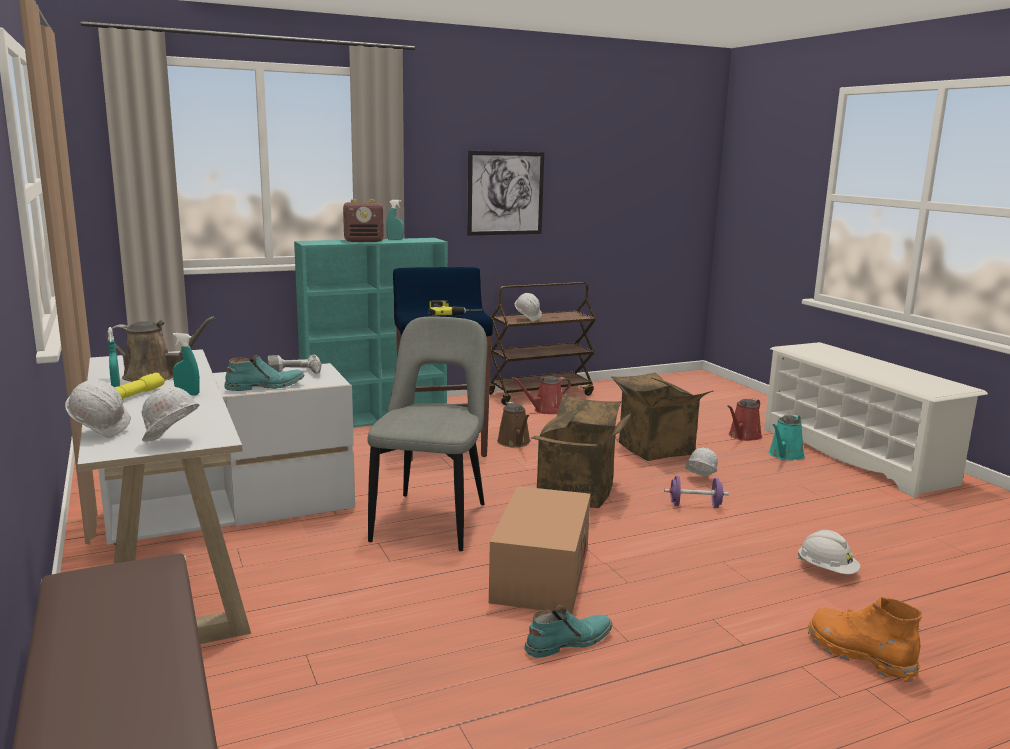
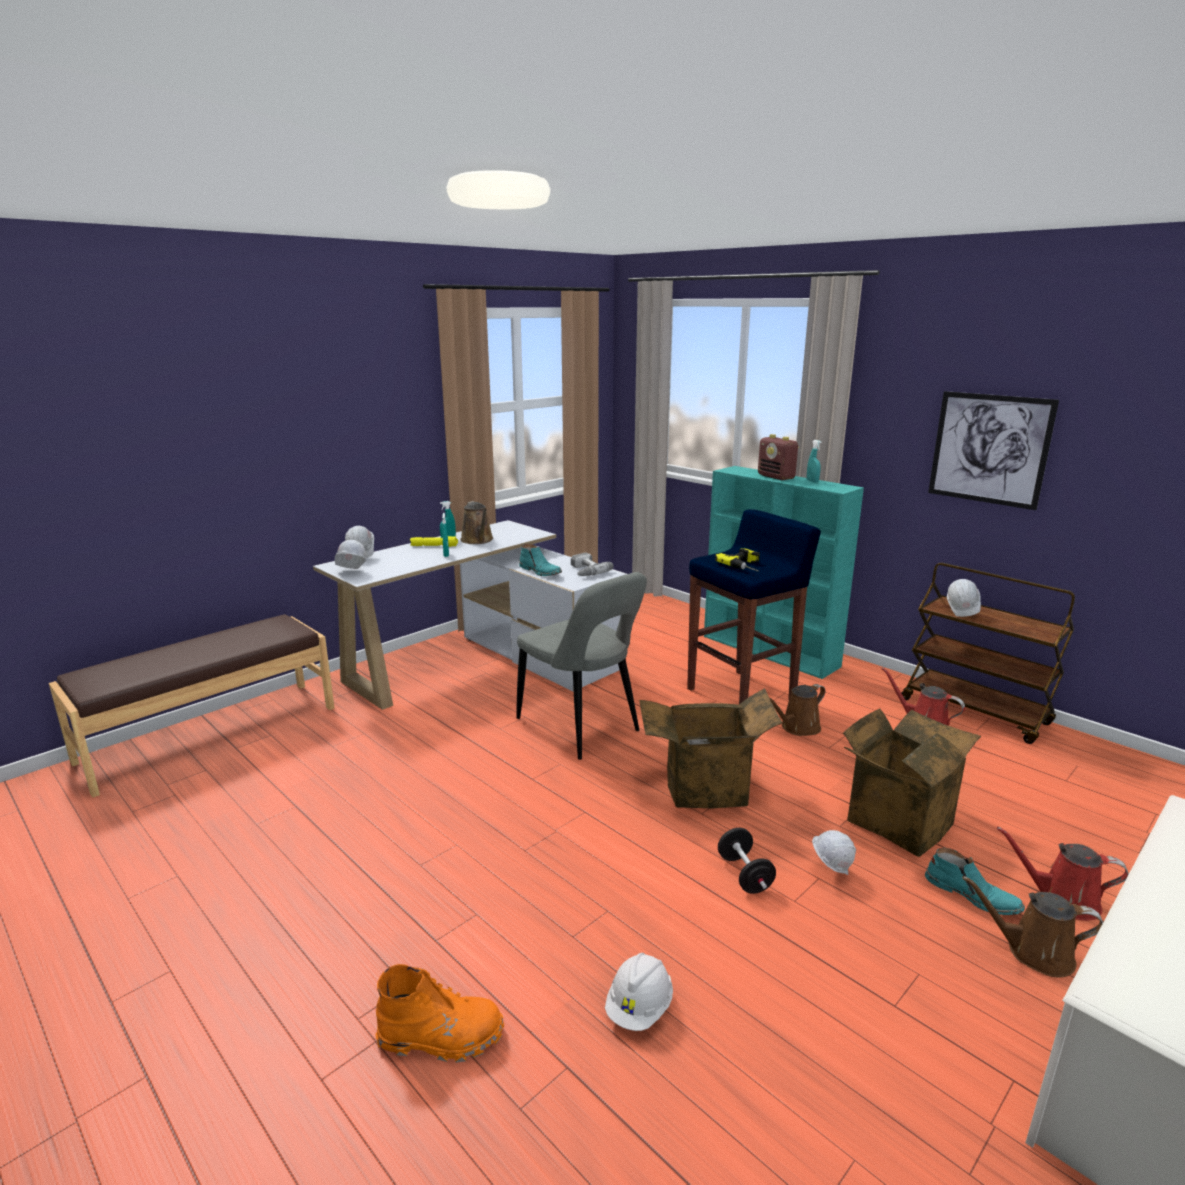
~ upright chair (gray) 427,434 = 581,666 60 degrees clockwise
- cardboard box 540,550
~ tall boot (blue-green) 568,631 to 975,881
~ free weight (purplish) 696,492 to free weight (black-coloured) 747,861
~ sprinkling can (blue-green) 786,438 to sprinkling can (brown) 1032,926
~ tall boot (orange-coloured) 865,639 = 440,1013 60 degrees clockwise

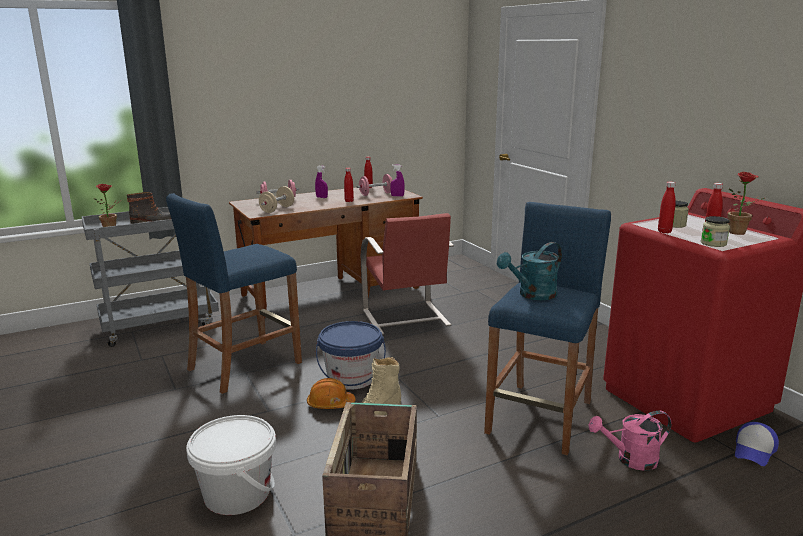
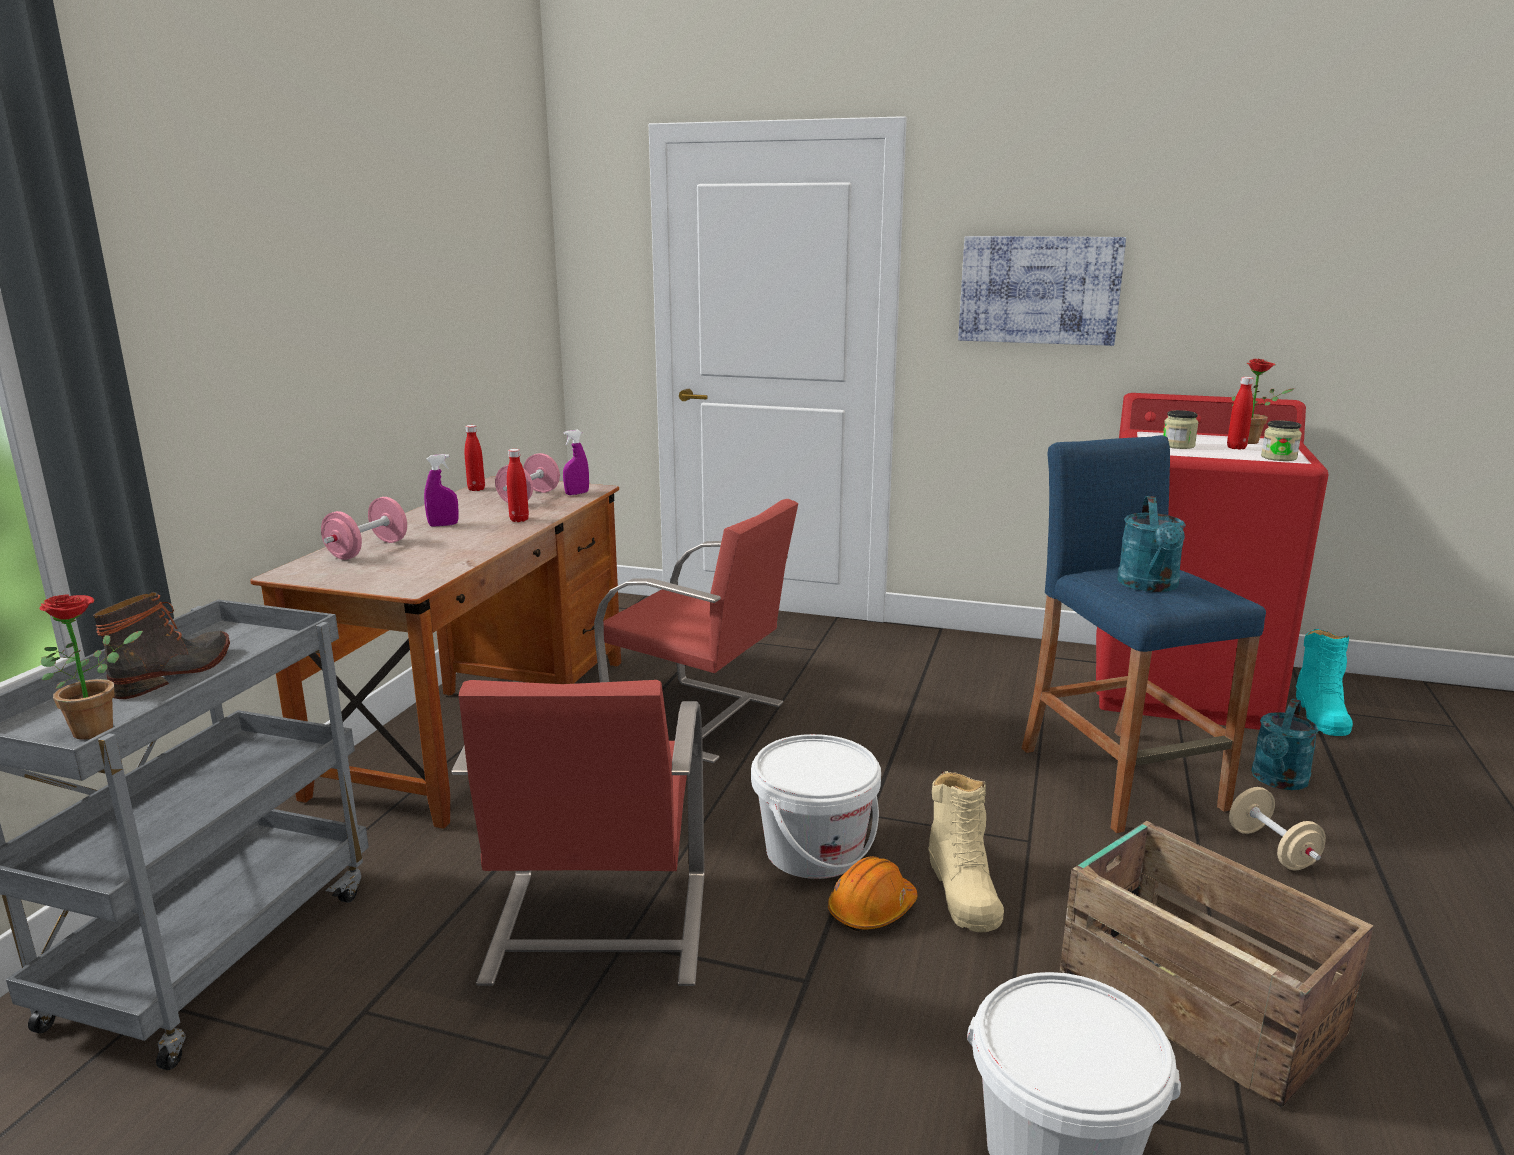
~ stool seat (blue) 234,293 to upright chair (red) 577,833
~ free weight (sand-coloured) 276,199 to 1277,828
~ bucket (blue) 351,355 to bucket (white-coloured) 816,806
~ sprinkling can (pink) 629,441 to sprinkling can (blue-green) 1285,744
- beverage bottle (red) 667,207
~ peaked cap 757,444 to tall boot (blue-green) 1324,682
+ wall picture 1042,291

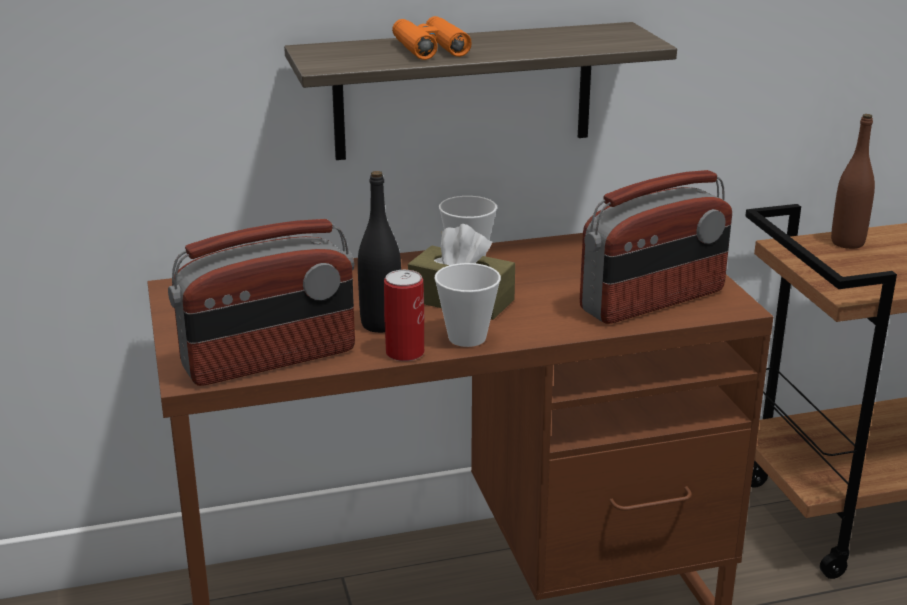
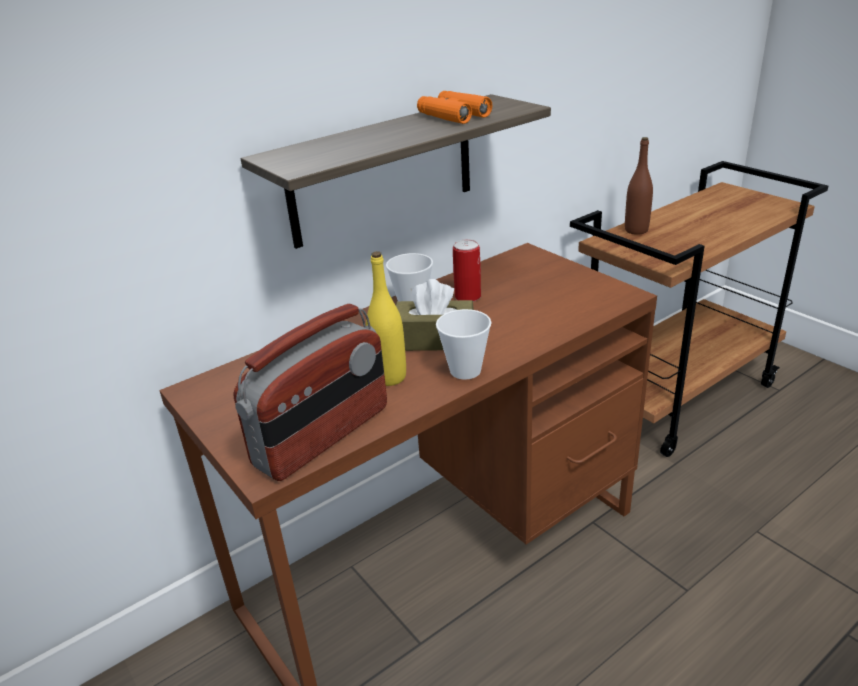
~ beverage bottle (black-coloured) 379,252 to beverage bottle (yellow) 386,318
~ sealed can 404,315 to 467,270
~ binoculars (orange-coloured) 432,38 to 454,107
- radio receiver 656,247

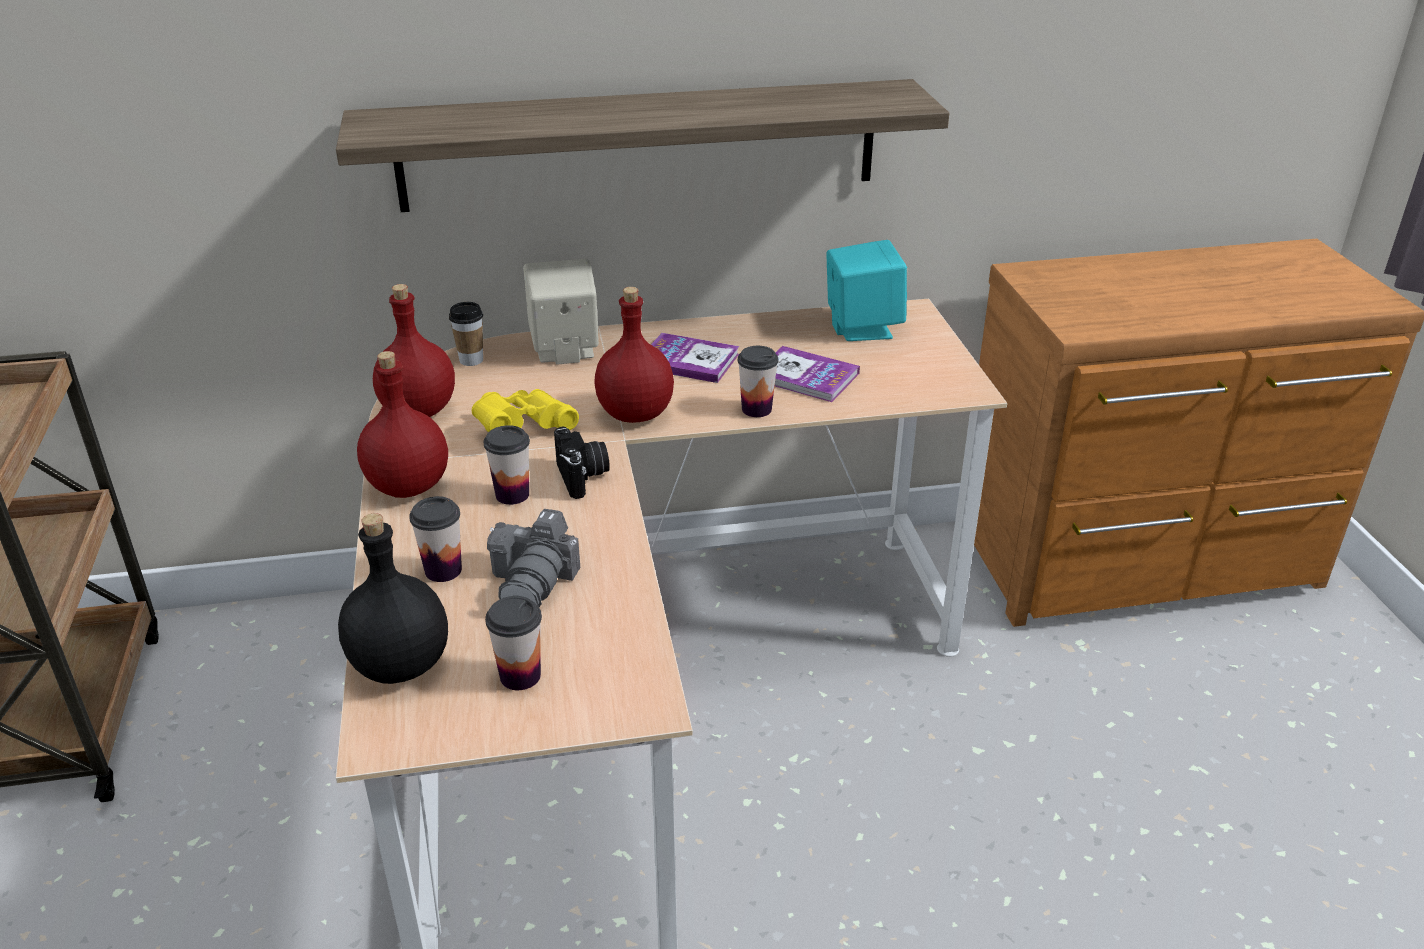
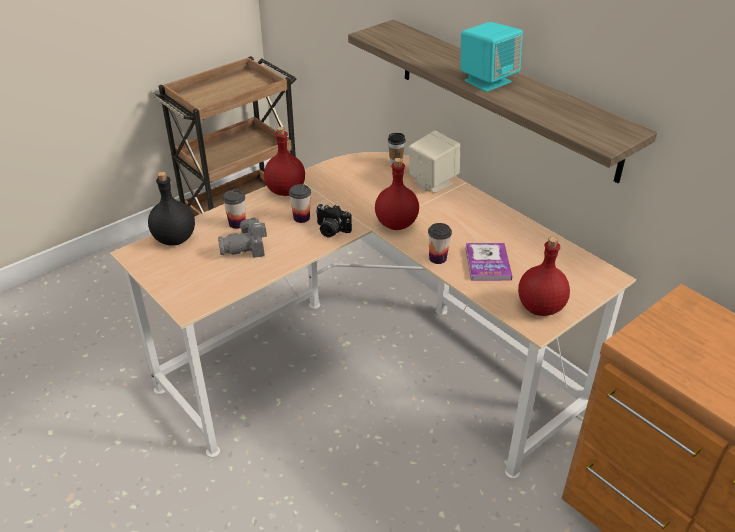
~ beverage bottle (red) 414,350 to 544,276
- binoculars (yellow) 525,410
- cup 513,643
~ photo camera 582,463 = 334,221 75 degrees clockwise
- volume 695,358
~ loudspeaker (blue-green) 866,290 to 491,57

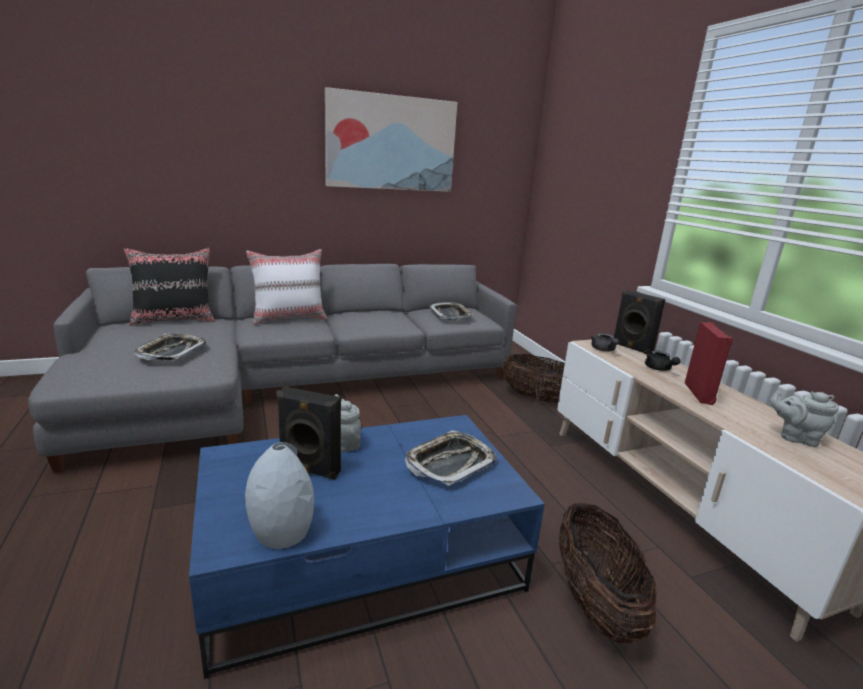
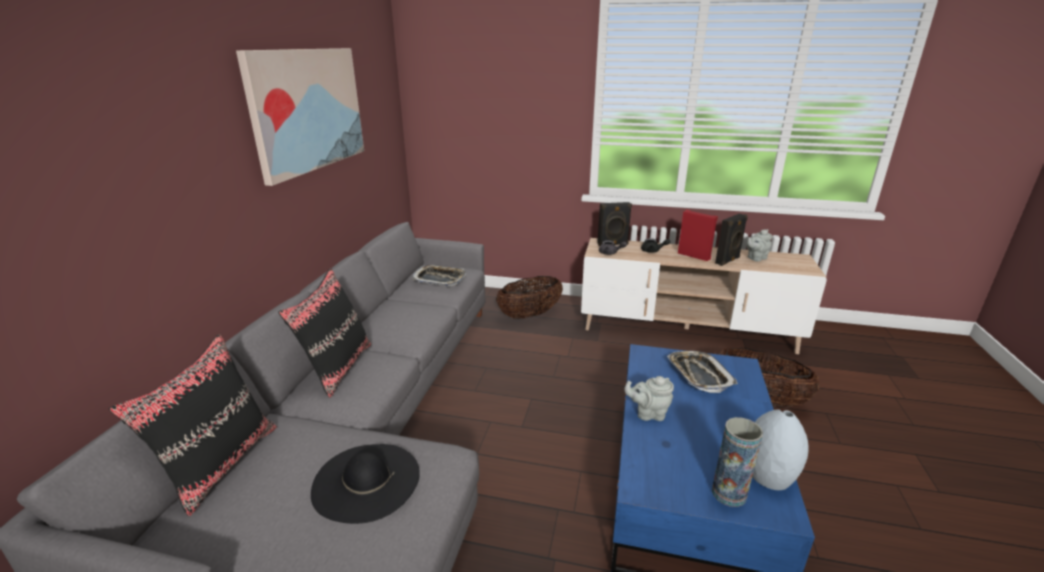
~ carrying tray 170,347 to wearable hat (black-coloured) 365,484
~ pillow (white-coloured) 287,287 to pillow (black-coloured) 324,333
~ loudspeaker (black-coloured) 308,433 to 731,240
+ vase 737,462

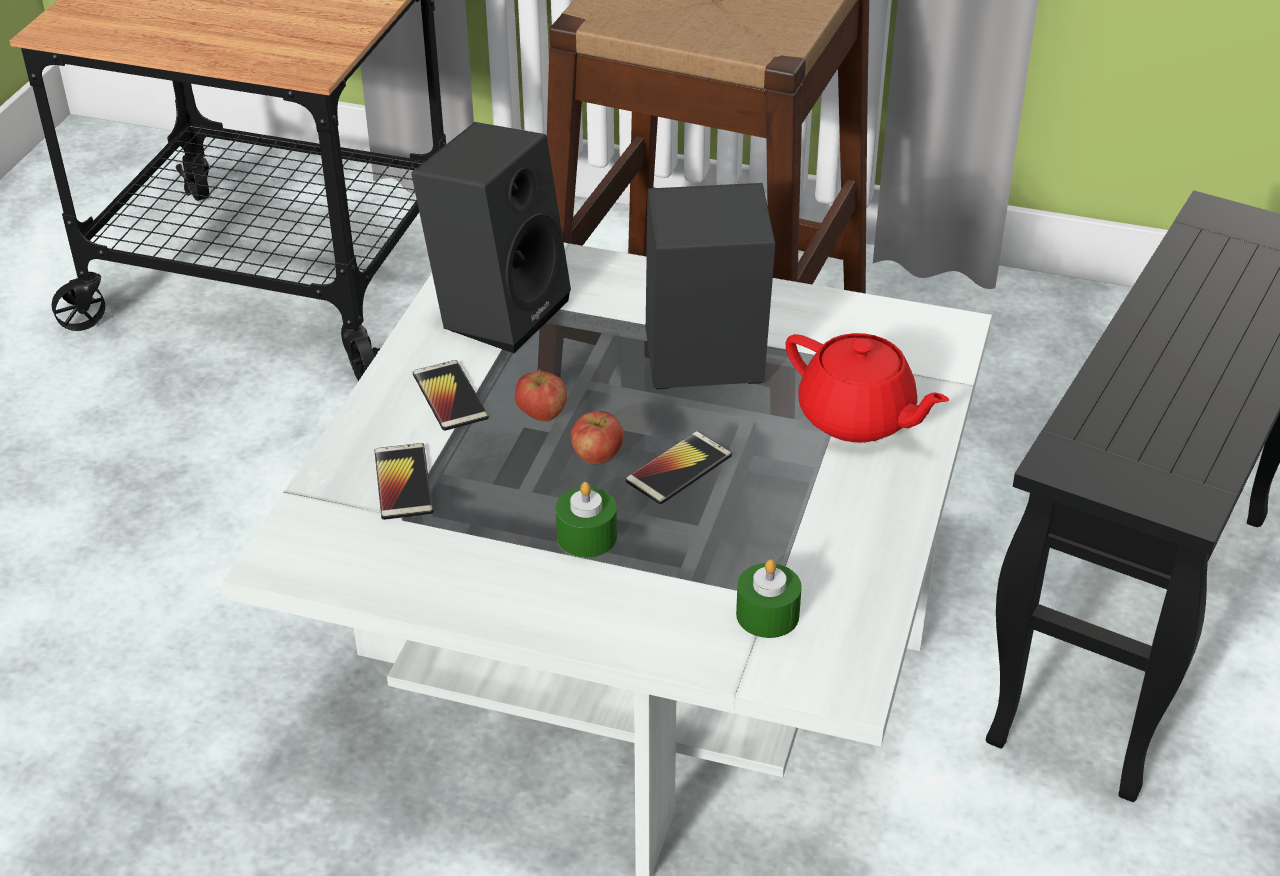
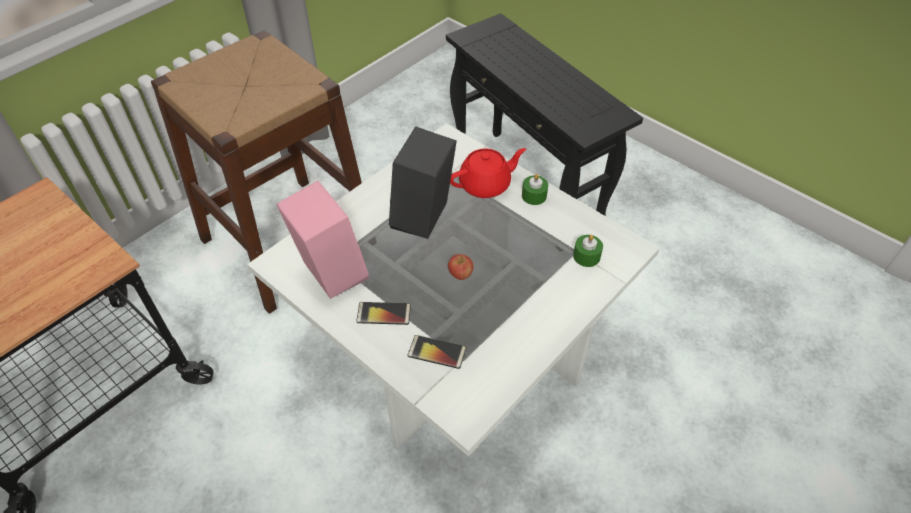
~ loudspeaker (black-coloured) 491,237 to loudspeaker (pink) 322,240
- apple 541,395
~ candle (green-coloured) 586,520 to 535,189
- handset 678,467

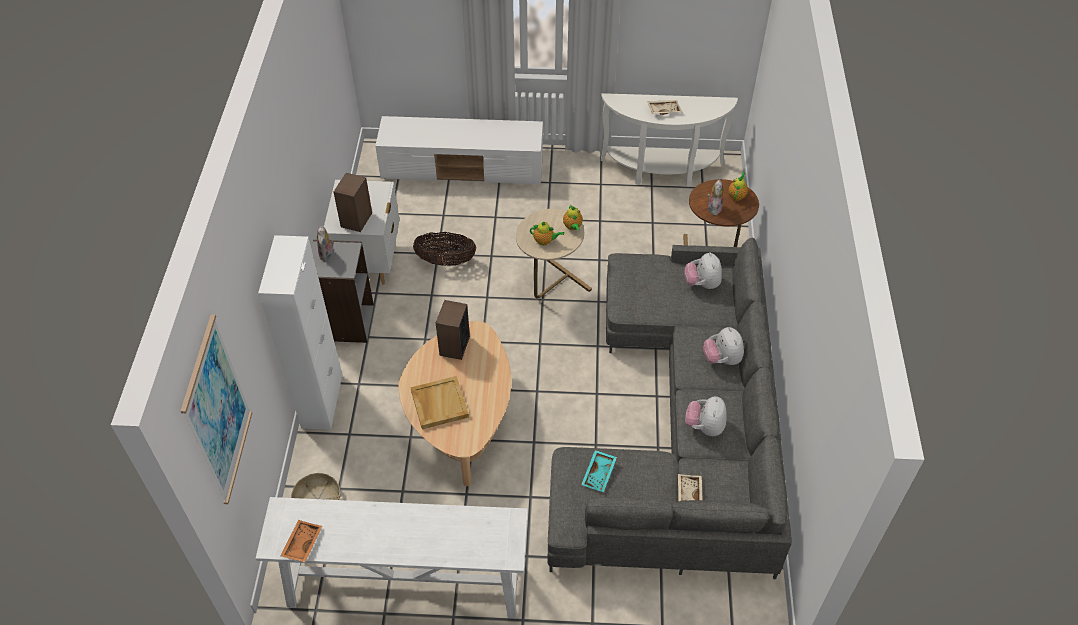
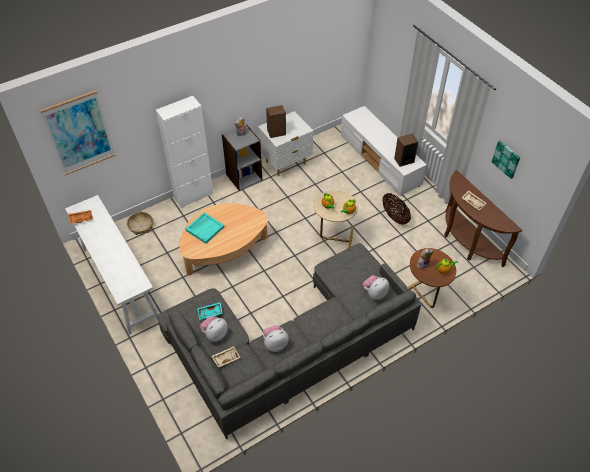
~ carrying tray (sand-coloured) 440,402 to carrying tray (blue-green) 204,228
~ basket 444,249 to 396,209
~ loudspeaker 453,330 to 406,150
~ console table (white-coloured) 669,139 to console table (brown) 483,218
~ plush toy 723,346 to 214,329
+ wall picture 506,160

